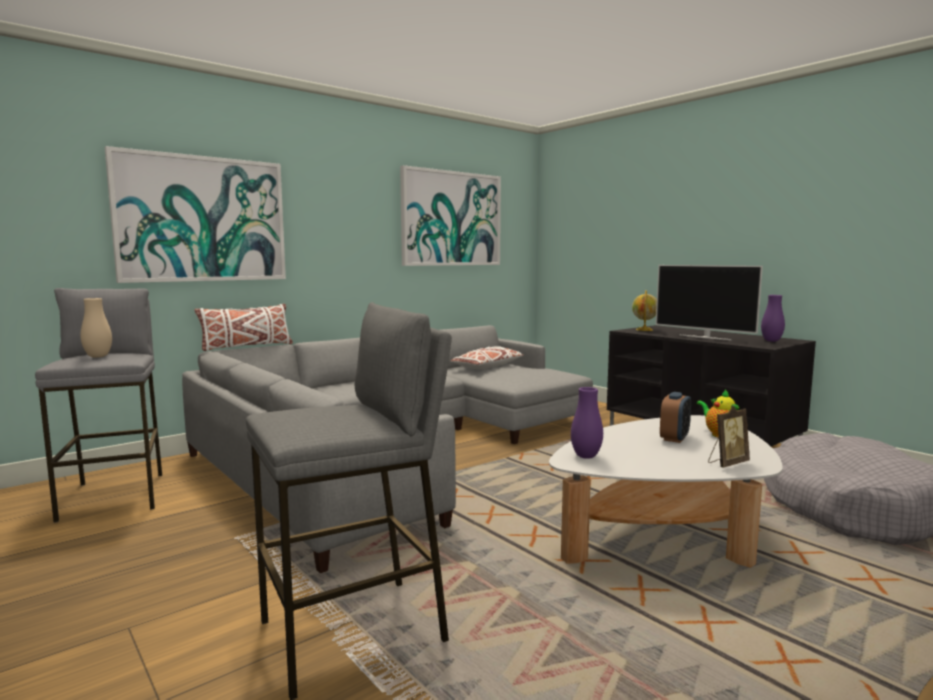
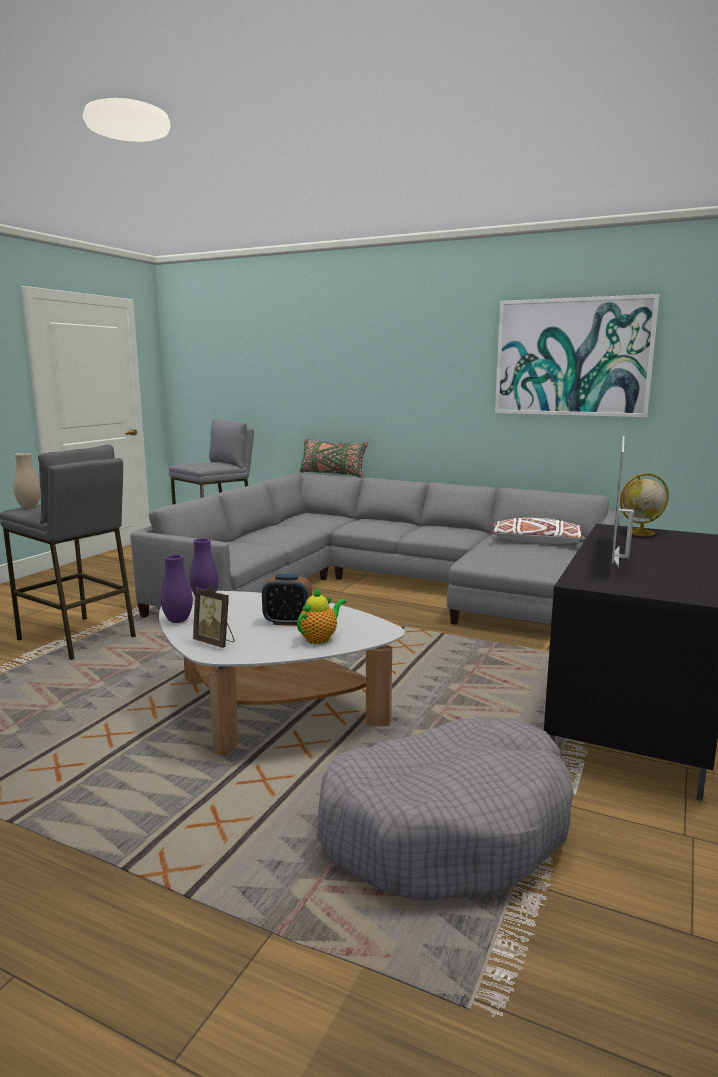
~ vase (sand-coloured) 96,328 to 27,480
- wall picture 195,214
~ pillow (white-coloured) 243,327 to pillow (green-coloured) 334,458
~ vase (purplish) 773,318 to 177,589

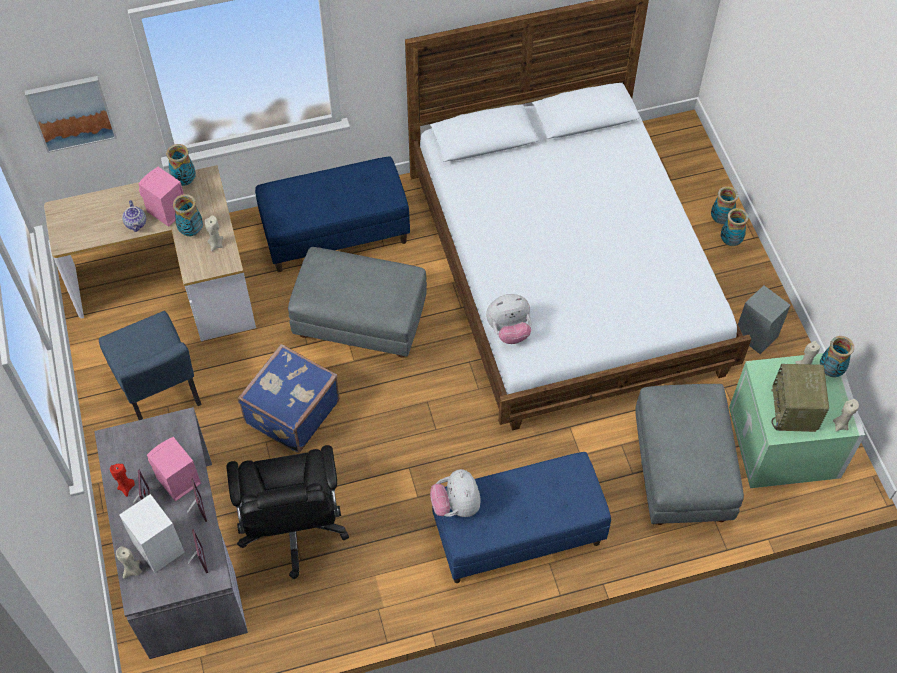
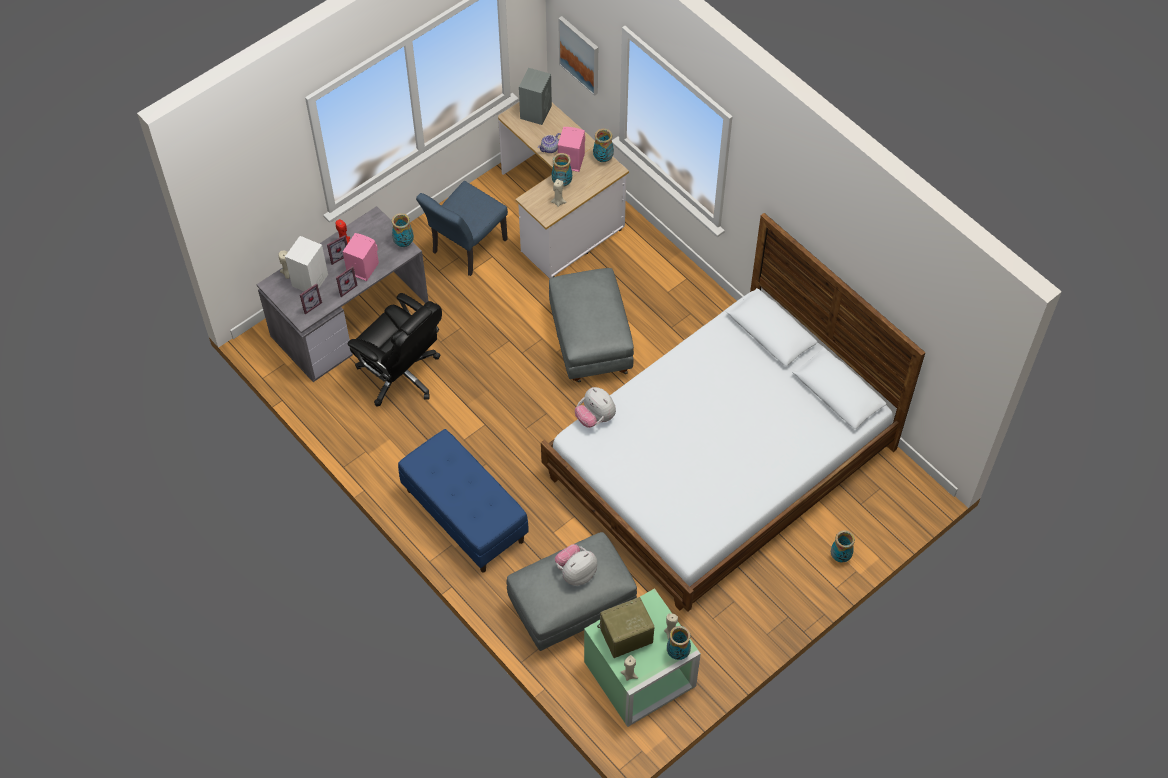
~ desk chair (black-coloured) 287,512 = 395,349 105 degrees counterclockwise
- suitcase (blue) 289,398
- indoor bench (blue) 332,214
~ plush toy 455,493 to 576,565
~ vase 734,227 to 403,230
~ loudspeaker (gray) 764,319 to 535,96

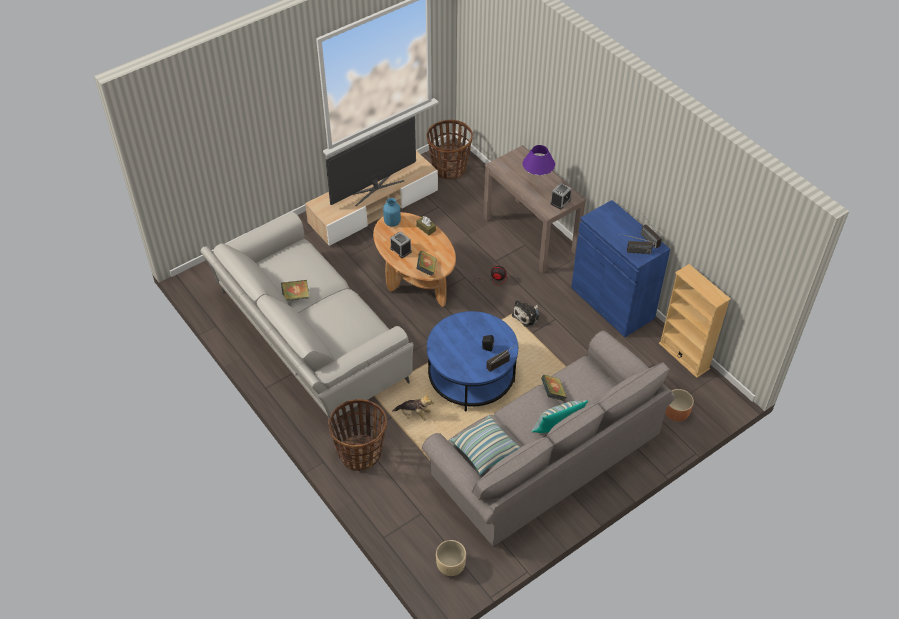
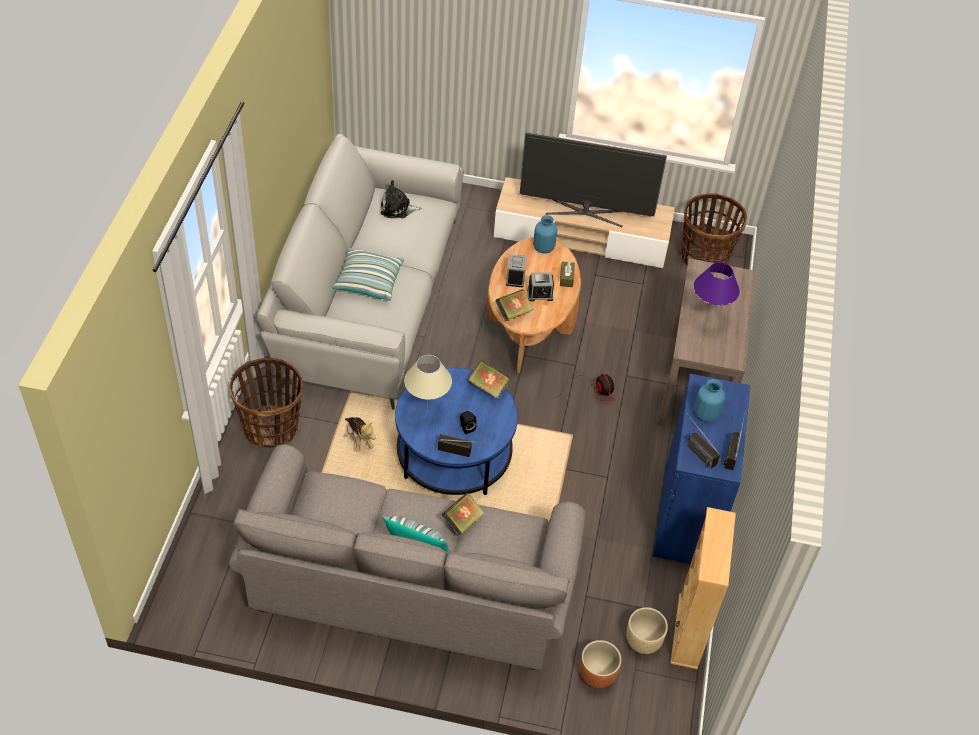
~ volume 295,290 to 489,379
~ planter (sand-coloured) 451,558 to 647,630
~ pillow 485,445 to 368,274
~ plush toy 526,313 to 401,199
~ bedside clock 561,196 to 540,287
+ lamp for a table (sand-coloured) 428,383
+ vase (blue) 709,400

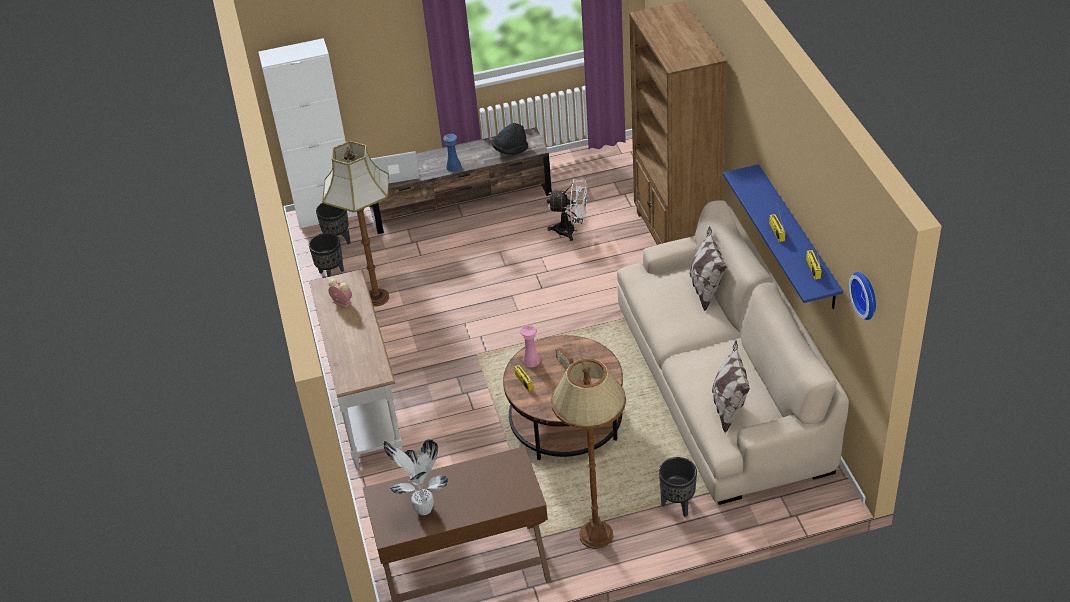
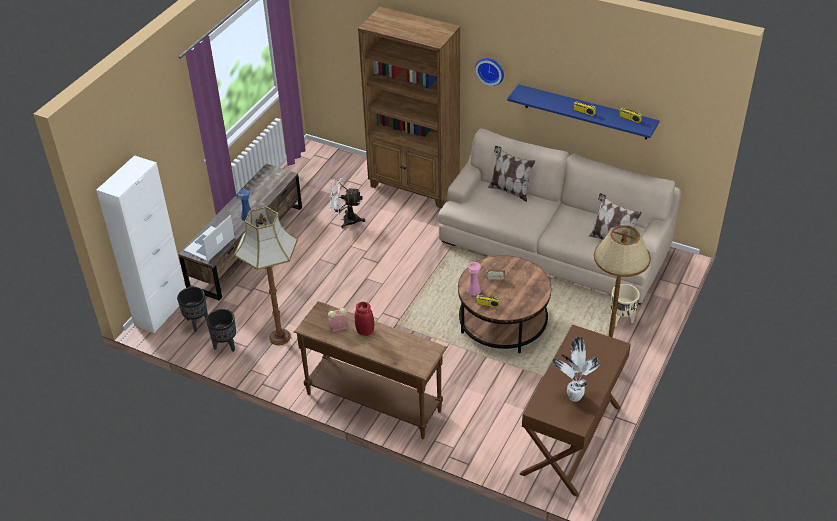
~ console table (white-coloured) 356,369 to console table (brown) 370,370
- wearable hat (black-coloured) 510,139
~ cooling fan (white-coloured) 567,210 = 347,203 135 degrees counterclockwise
~ planter (black-coloured) 678,487 to planter (sand-coloured) 625,305
~ hanging clock 862,296 to 489,72
+ vase (red) 364,319

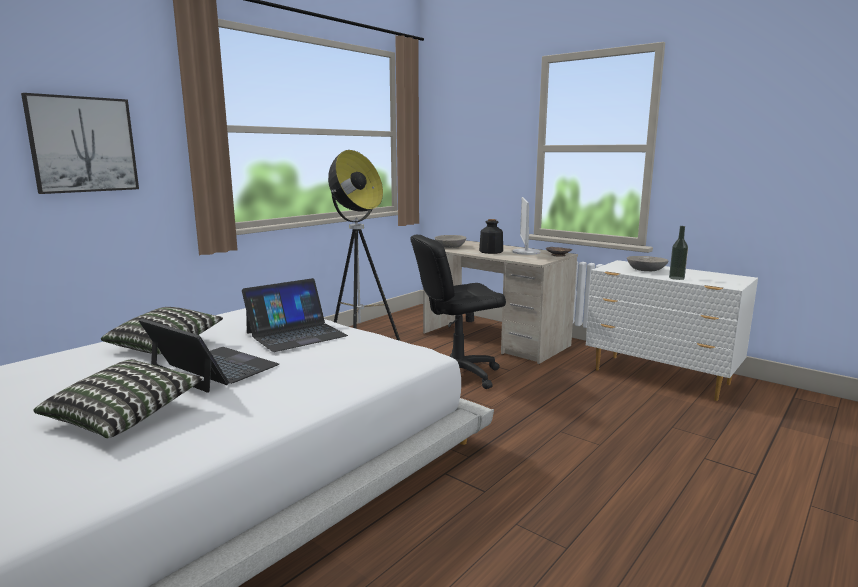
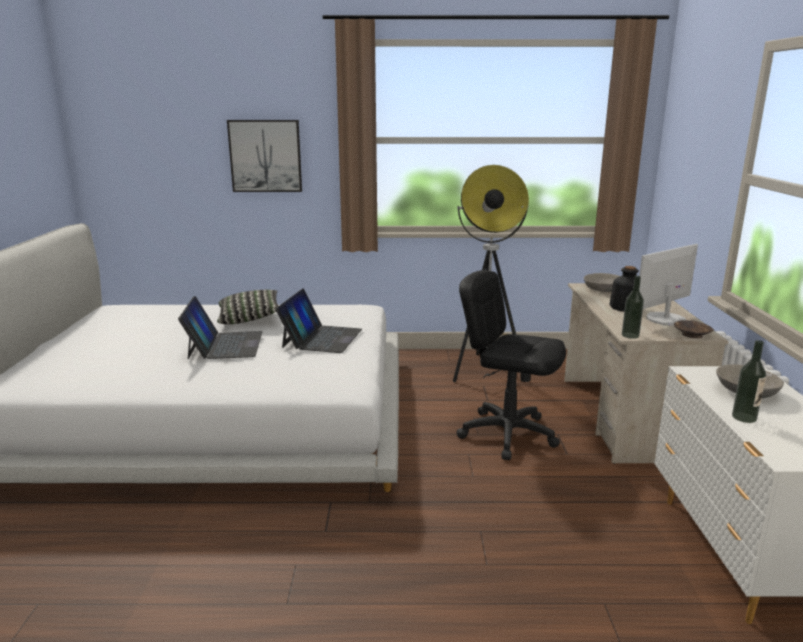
- pillow 118,398
~ portable computer 295,315 = 319,320 90 degrees counterclockwise
+ beverage bottle 633,307

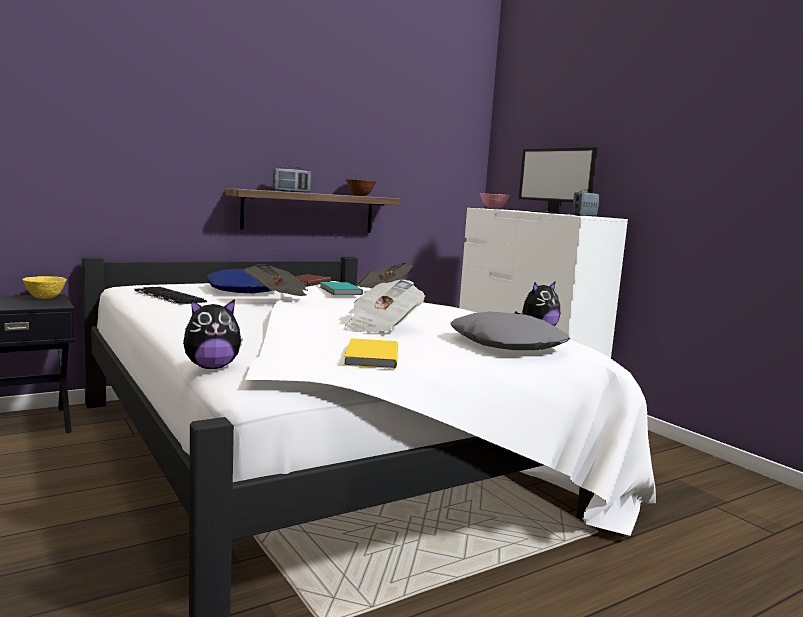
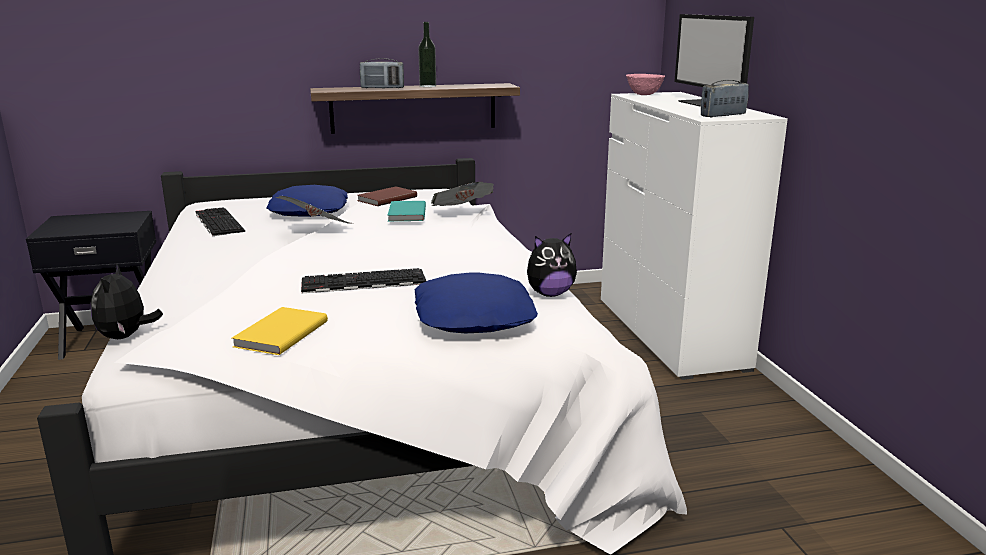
- deep dish (yellow) 44,287
~ plush toy 213,334 = 127,302 90 degrees clockwise
~ printed paper 384,306 to keyboard 363,280
- deep dish (brown) 361,187
~ pillow (gray) 510,331 to pillow (blue) 476,302
+ beverage bottle 427,54

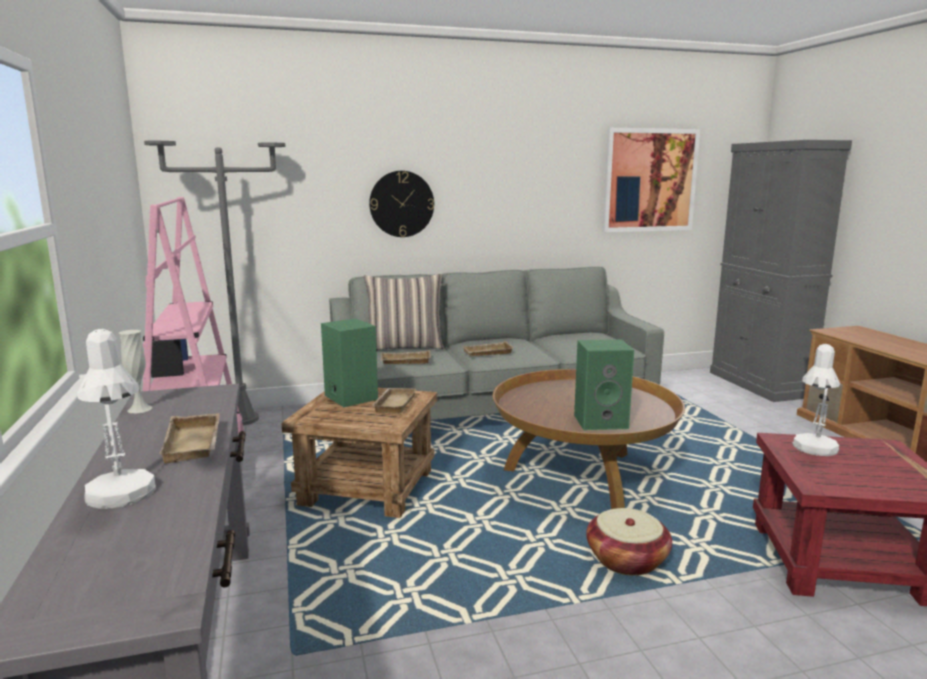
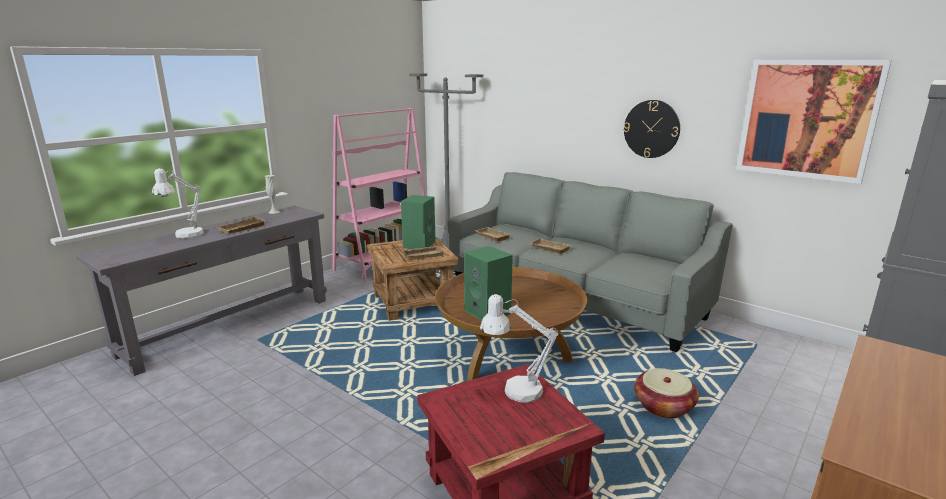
- pillow 404,312
~ hanging clock 401,204 to 652,129
~ basket 629,542 to 666,393

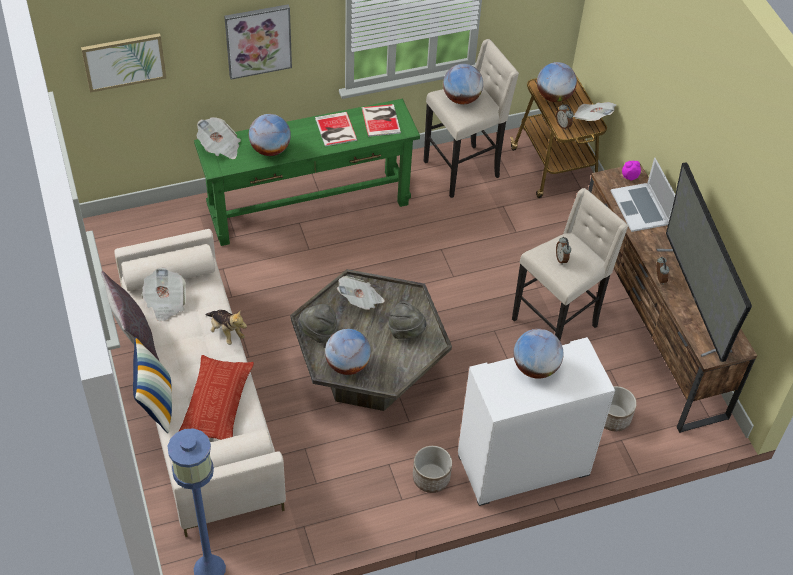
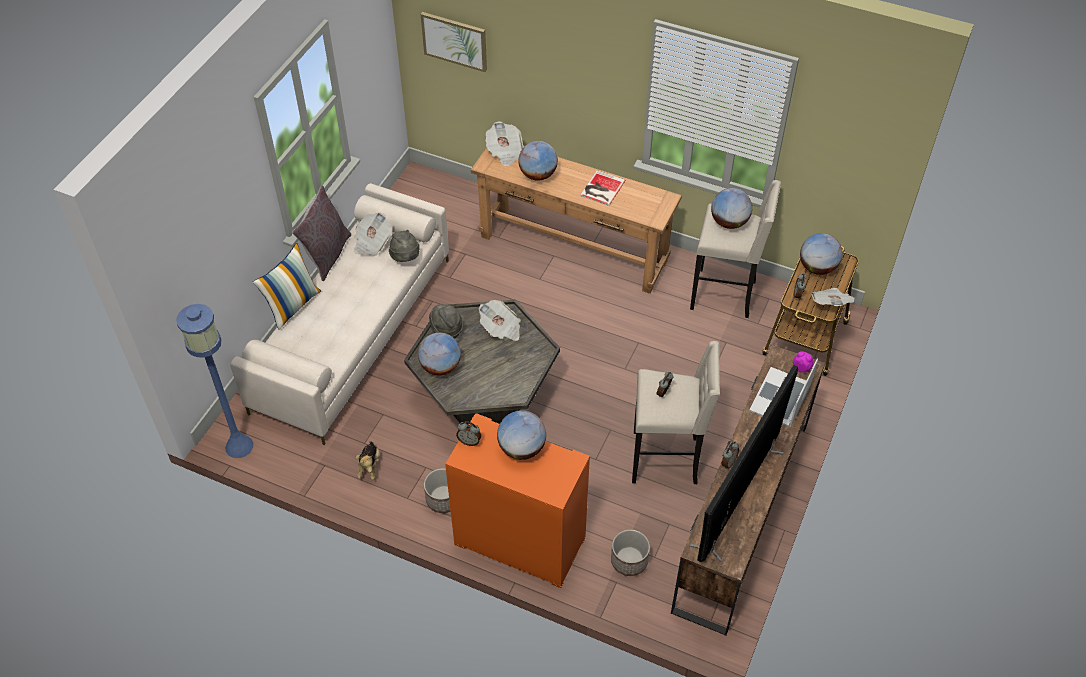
- pillow 216,397
~ console table (green-coloured) 307,172 to console table (brown) 576,220
~ plush toy 226,327 to 367,460
- wall picture 258,41
- volume 381,120
~ wearable hat (gray) 407,320 to 404,246
~ storage cabinet (white-coloured) 536,421 to storage cabinet (orange-coloured) 517,500
+ bedside clock 468,433

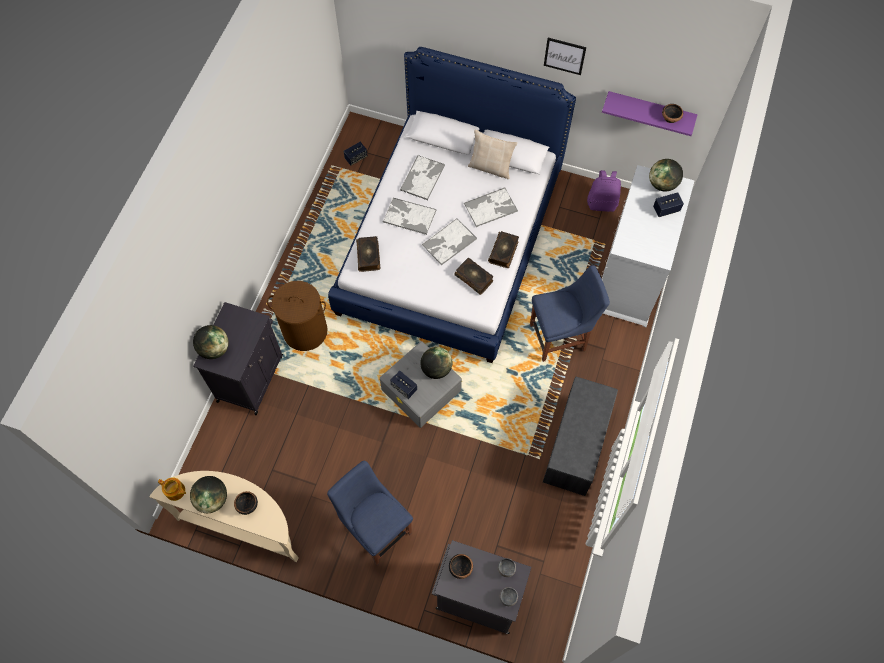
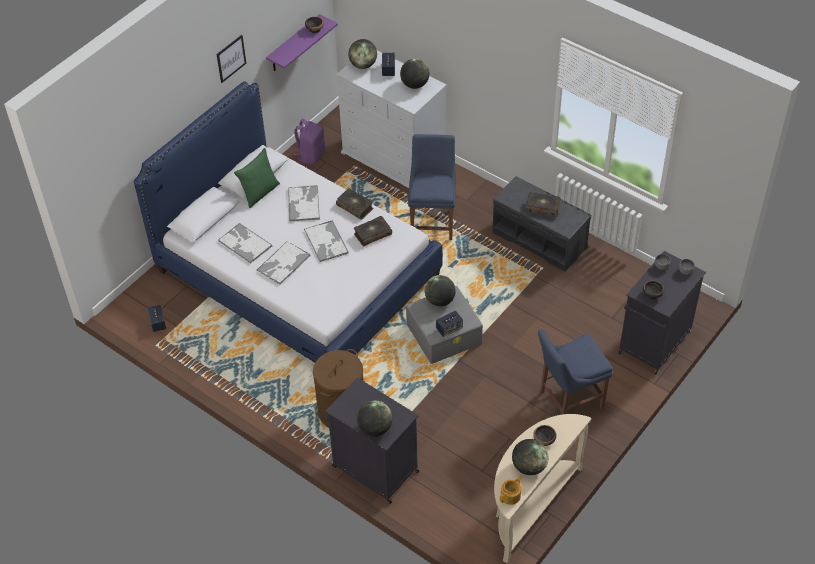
~ volume 368,254 to 543,204
~ pillow (sand-coloured) 492,154 to pillow (green-coloured) 257,178
+ globe 414,73

